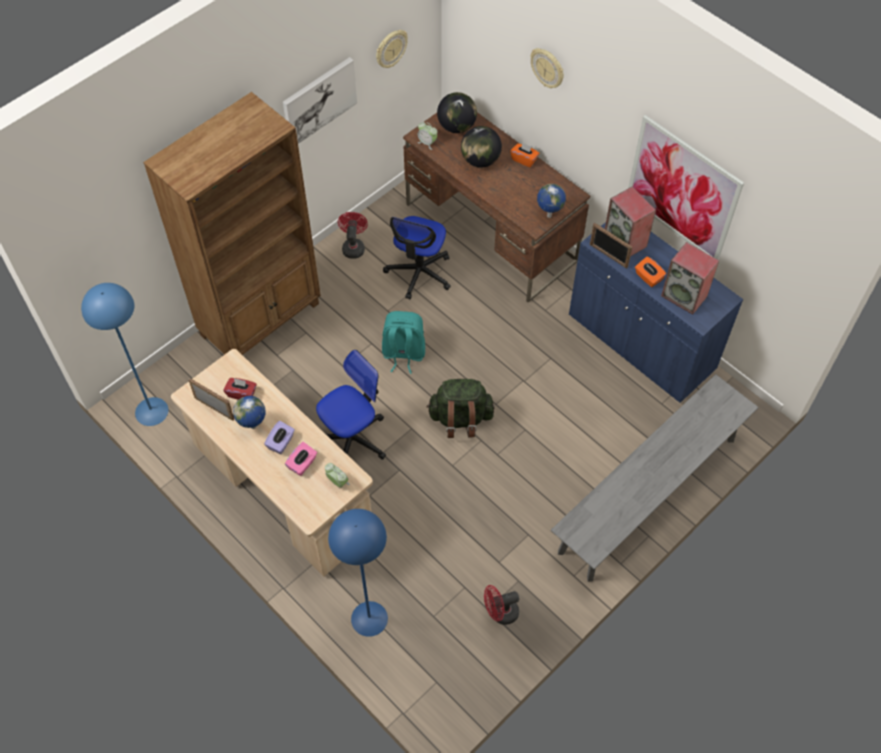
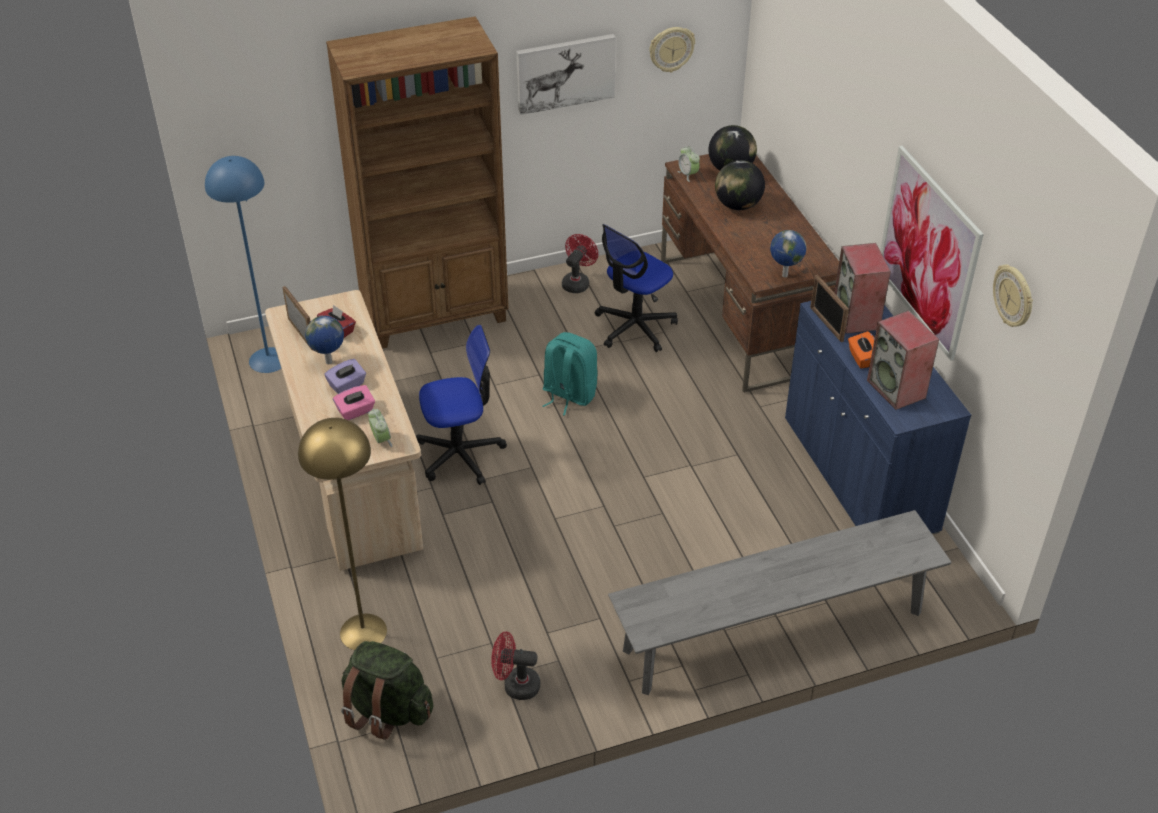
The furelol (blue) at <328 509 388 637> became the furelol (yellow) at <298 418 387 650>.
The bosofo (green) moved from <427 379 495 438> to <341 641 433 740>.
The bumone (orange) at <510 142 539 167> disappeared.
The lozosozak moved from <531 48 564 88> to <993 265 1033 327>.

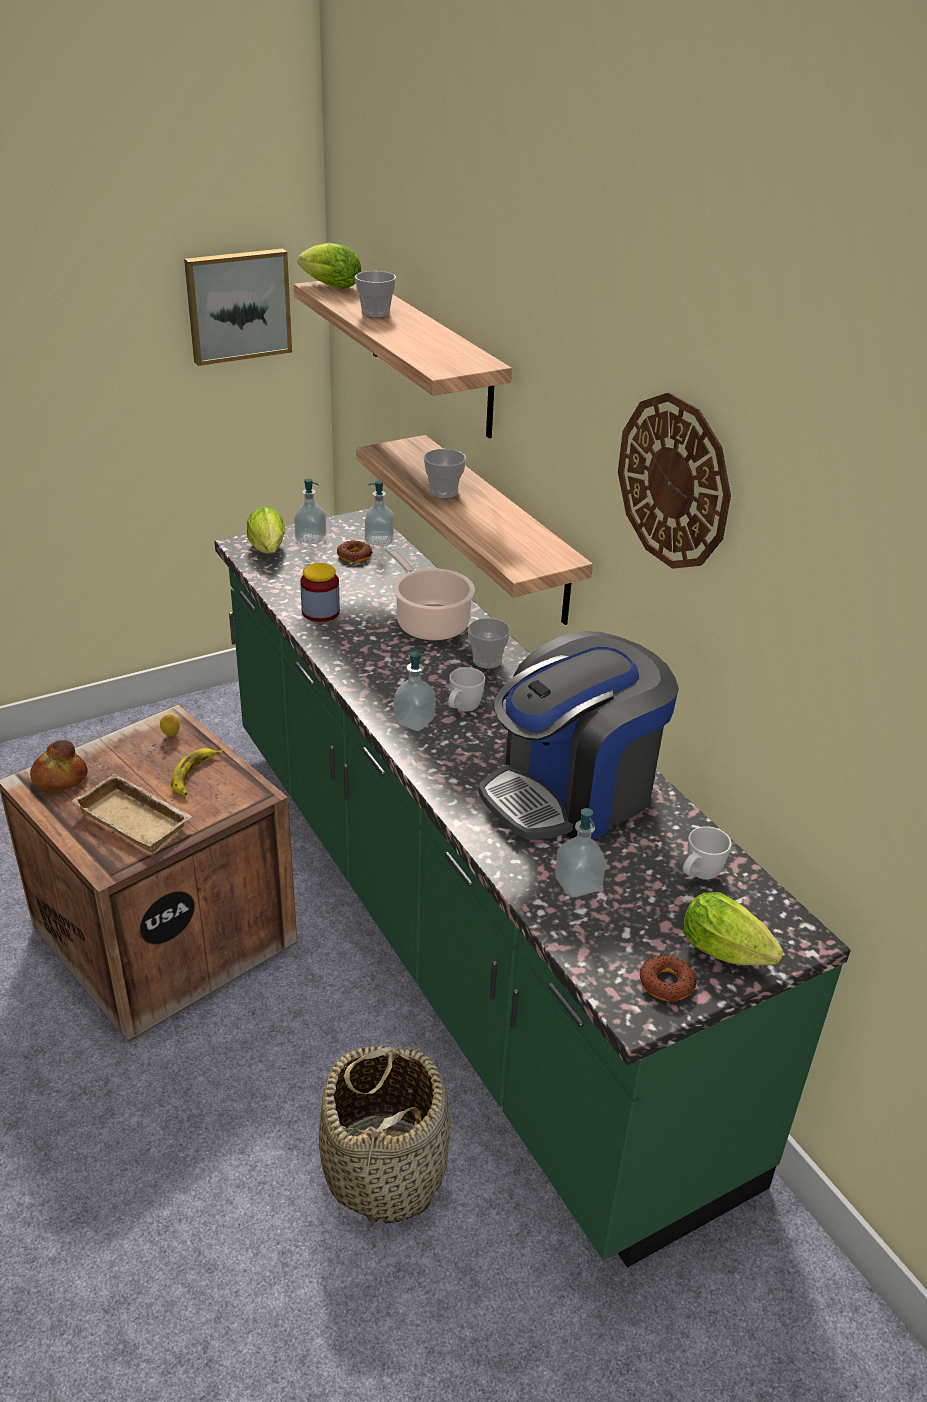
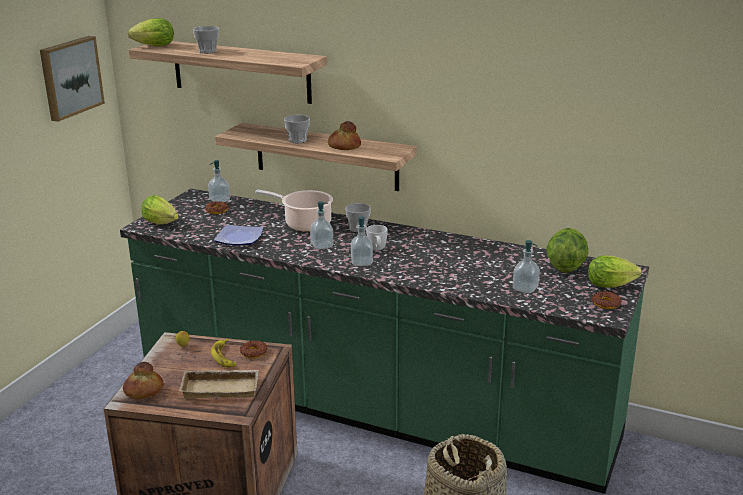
The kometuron moved from <294 478 326 544> to <310 201 333 249>.
The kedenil at <300 563 340 622> was replaced by the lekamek at <214 225 263 245>.
The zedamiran at <479 631 679 840> disappeared.
The lozosozak at <618 392 731 569> disappeared.
The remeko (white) at <683 826 732 880> was replaced by the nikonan at <546 228 589 273>.
The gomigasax at <240 340 267 358> appeared.
The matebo at <328 121 361 150> appeared.

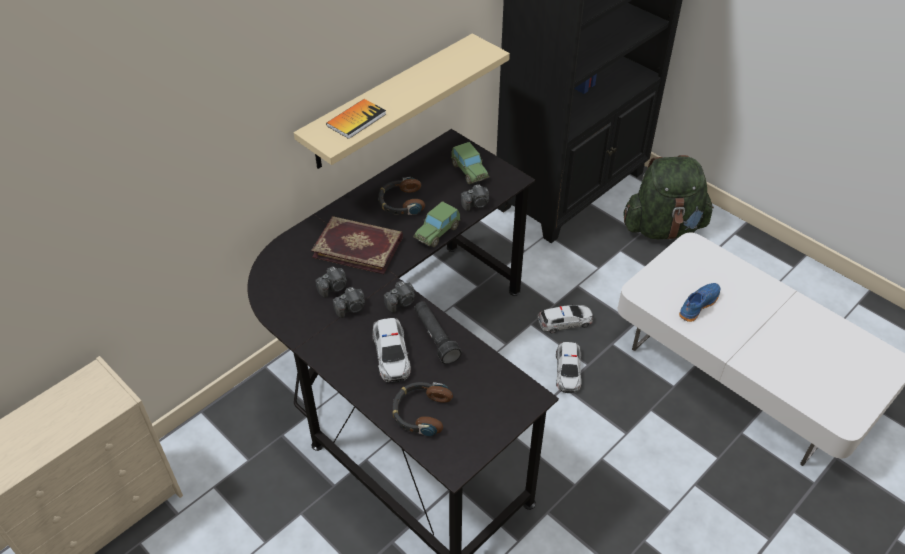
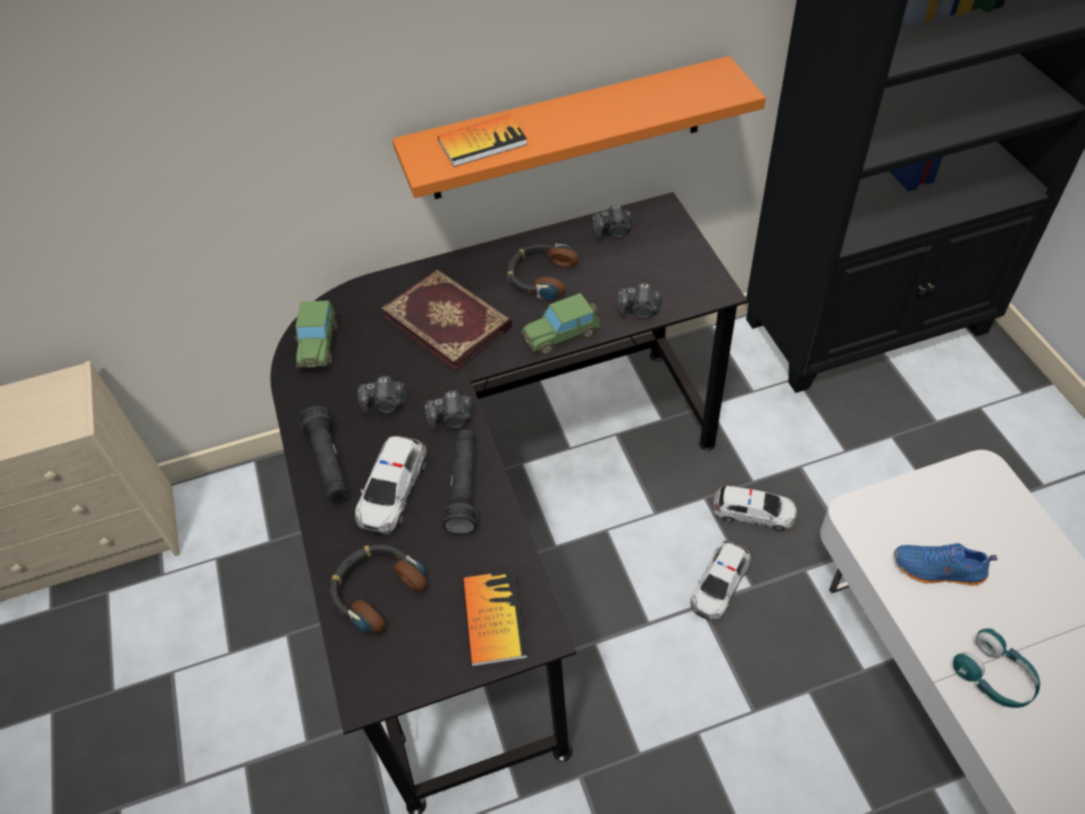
The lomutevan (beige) at <294 34 510 169> became the lomutevan (orange) at <392 56 766 199>.
The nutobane moved from <315 267 347 298> to <592 205 632 241>.
The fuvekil moved from <451 142 490 184> to <294 300 337 368>.
The bosofo (green) at <623 155 714 240> disappeared.
The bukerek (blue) at <679 283 720 322> turned 150 degrees counterclockwise.
The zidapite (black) at <299 406 348 502> appeared.
The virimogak at <462 570 527 667> appeared.
The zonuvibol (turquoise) at <953 628 1040 708> appeared.

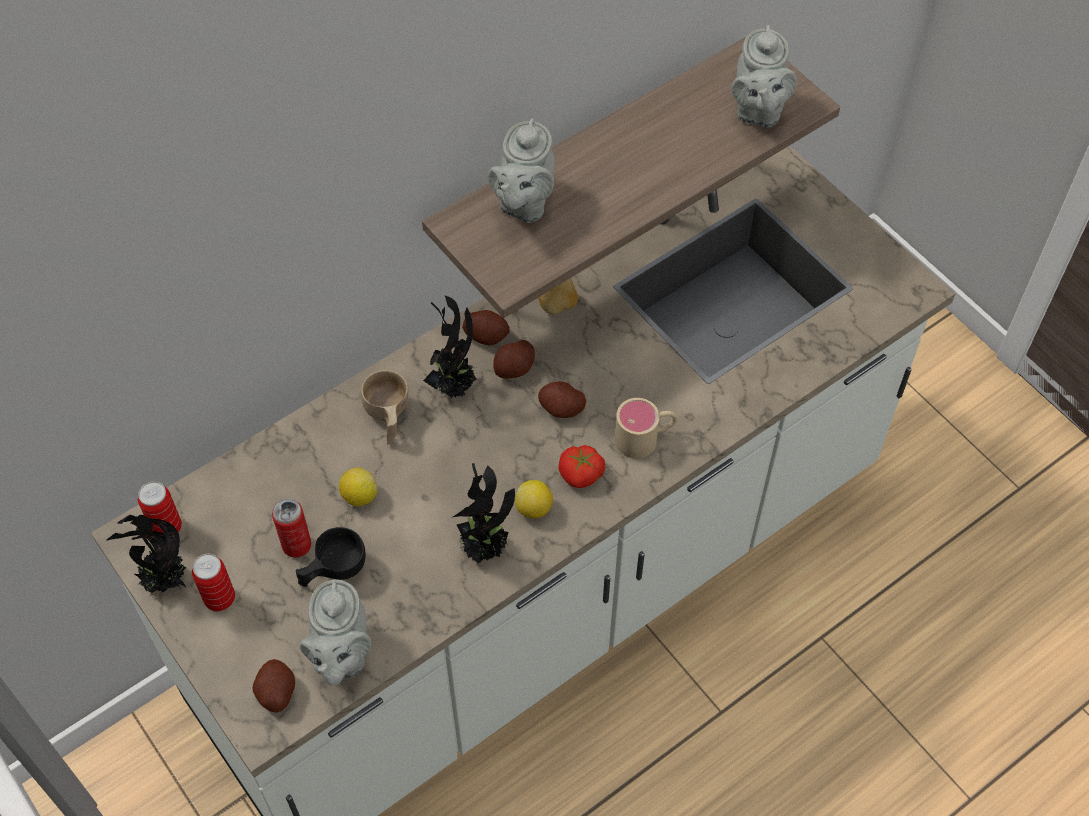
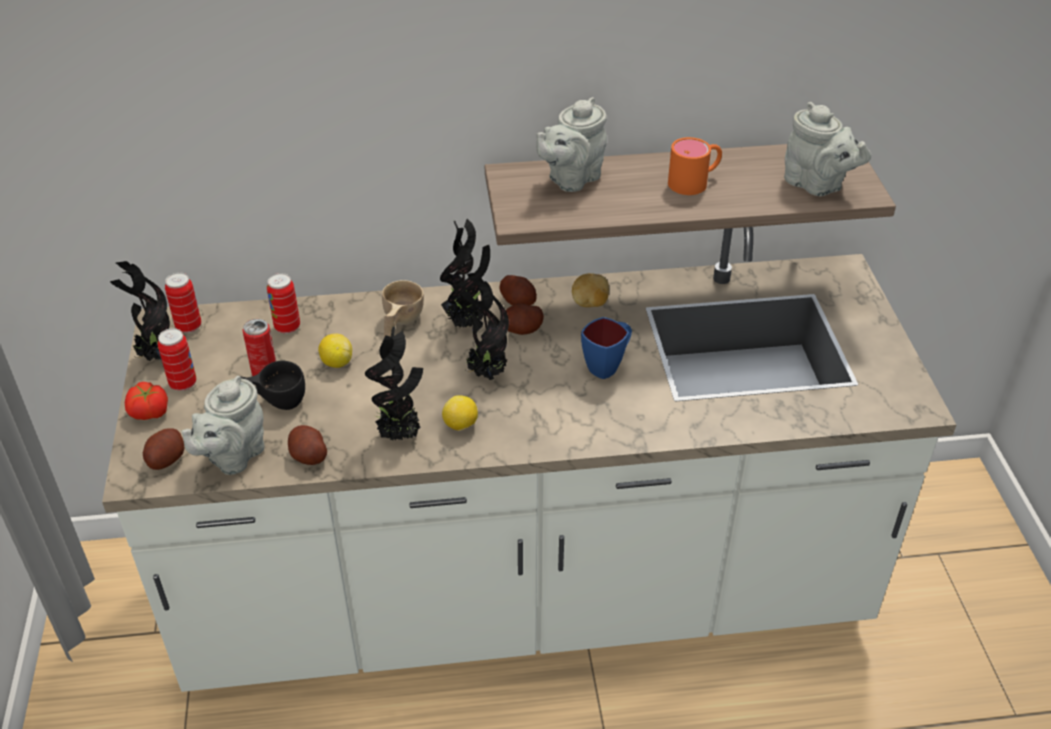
The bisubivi moved from <538 381 586 418> to <288 425 327 465>.
The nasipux moved from <558 445 605 488> to <125 382 168 420>.
The remeko (beige) at <615 398 678 459> disappeared.
The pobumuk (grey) at <731 25 797 127> turned 75 degrees counterclockwise.
The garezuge at <267 273 300 334> appeared.
The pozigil at <460 277 509 380> appeared.
The remeko (blue) at <581 317 632 379> appeared.
The remeko (orange) at <668 137 722 195> appeared.

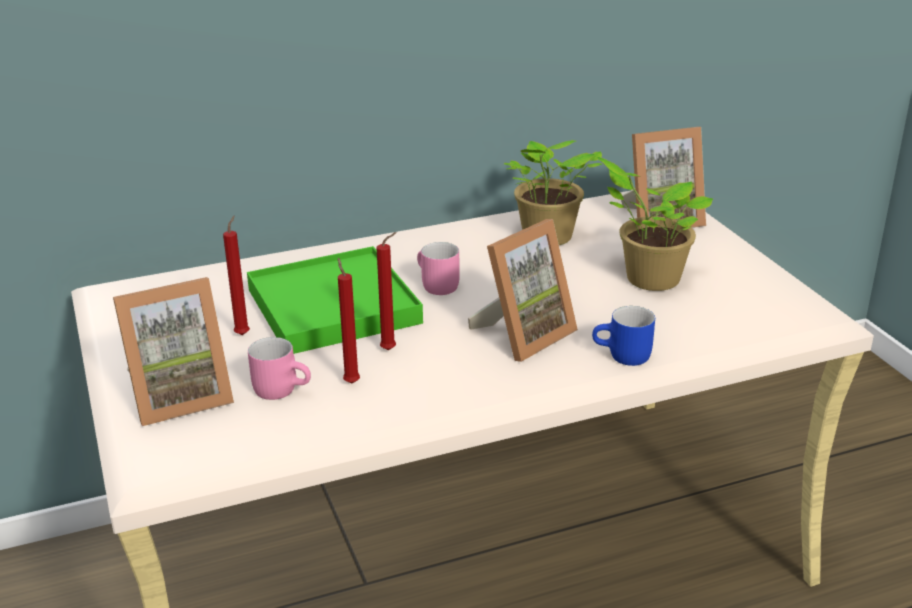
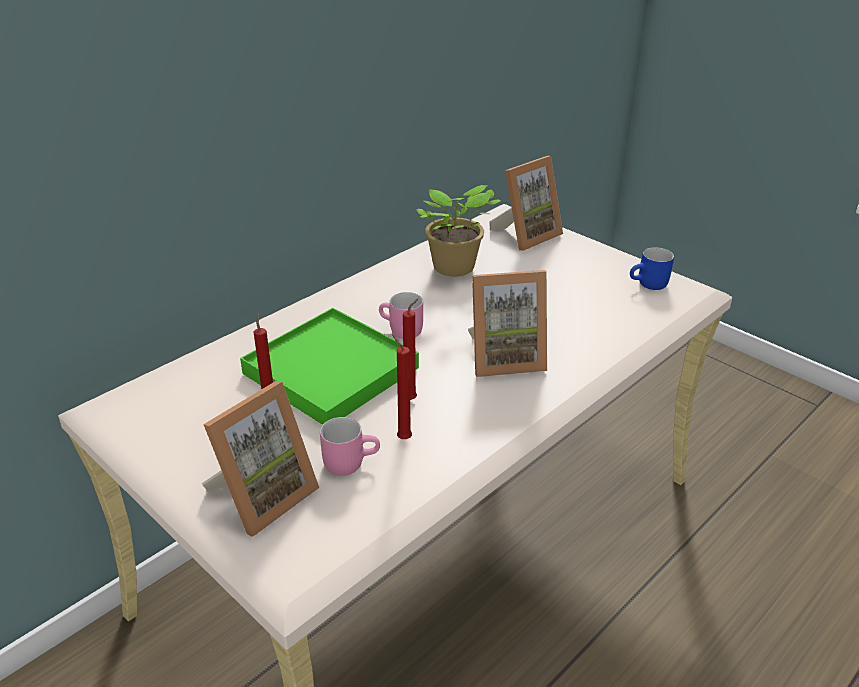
The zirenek at <468 219 578 362> turned 60 degrees clockwise.
The remeko (blue) moved from <592 306 655 366> to <630 247 674 290>.
The pozigil at <597 157 713 291> disappeared.

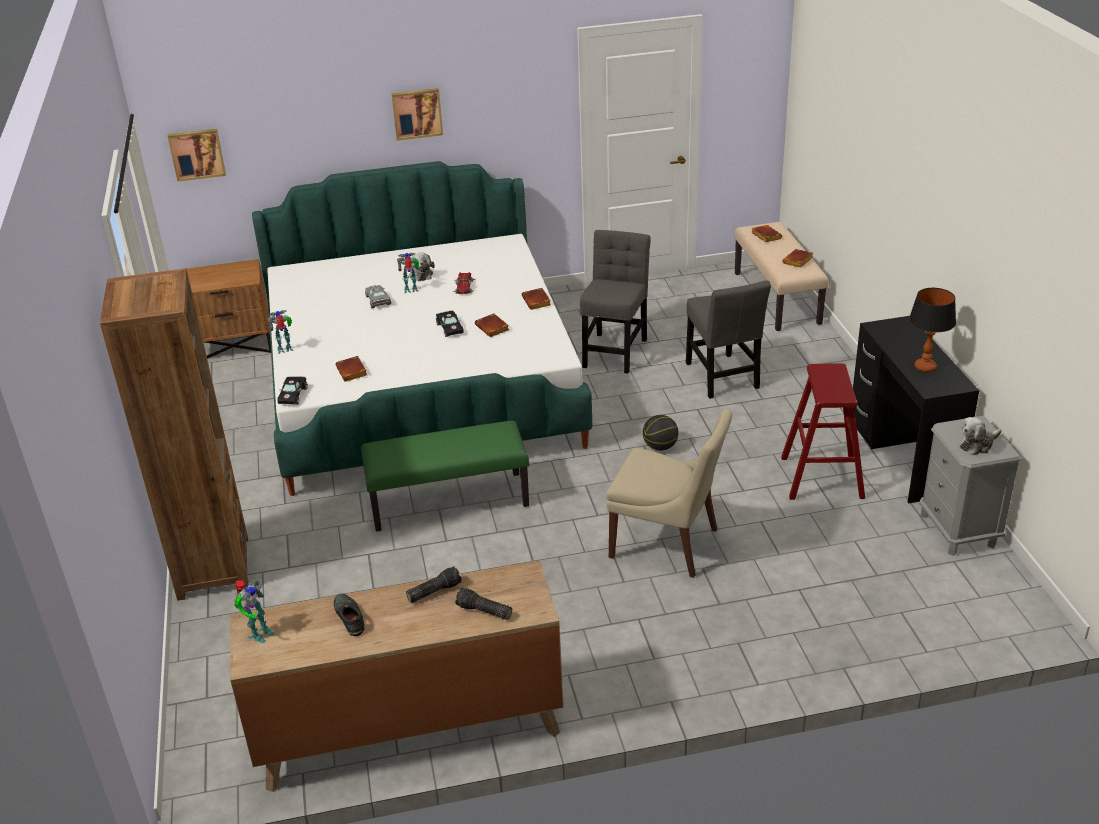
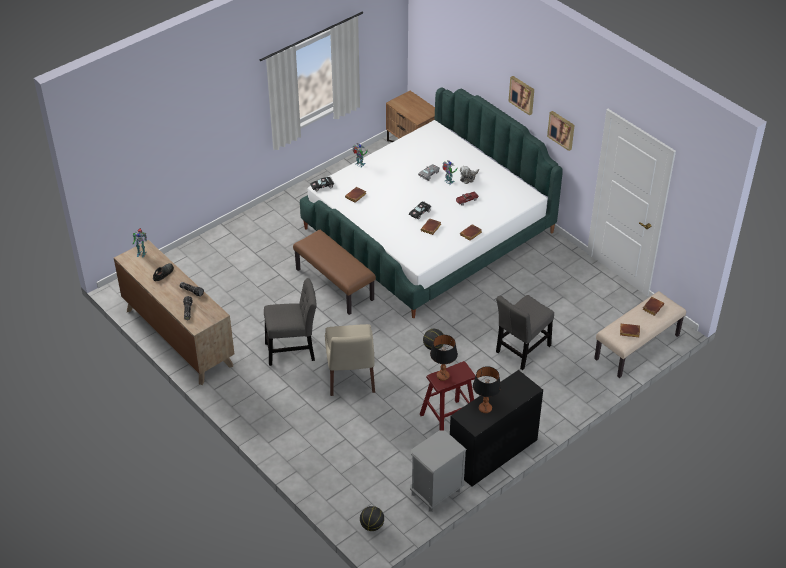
The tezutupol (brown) at <100 268 249 601> disappeared.
The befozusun moved from <167 129 226 182> to <547 111 575 151>.
The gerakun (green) at <361 421 529 532> became the gerakun (brown) at <293 230 376 315>.
The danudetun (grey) moved from <580 230 651 373> to <264 278 317 366>.
The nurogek at <960 417 1002 455> disappeared.
The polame at <360 506 384 531> appeared.
The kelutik at <430 335 458 381> appeared.

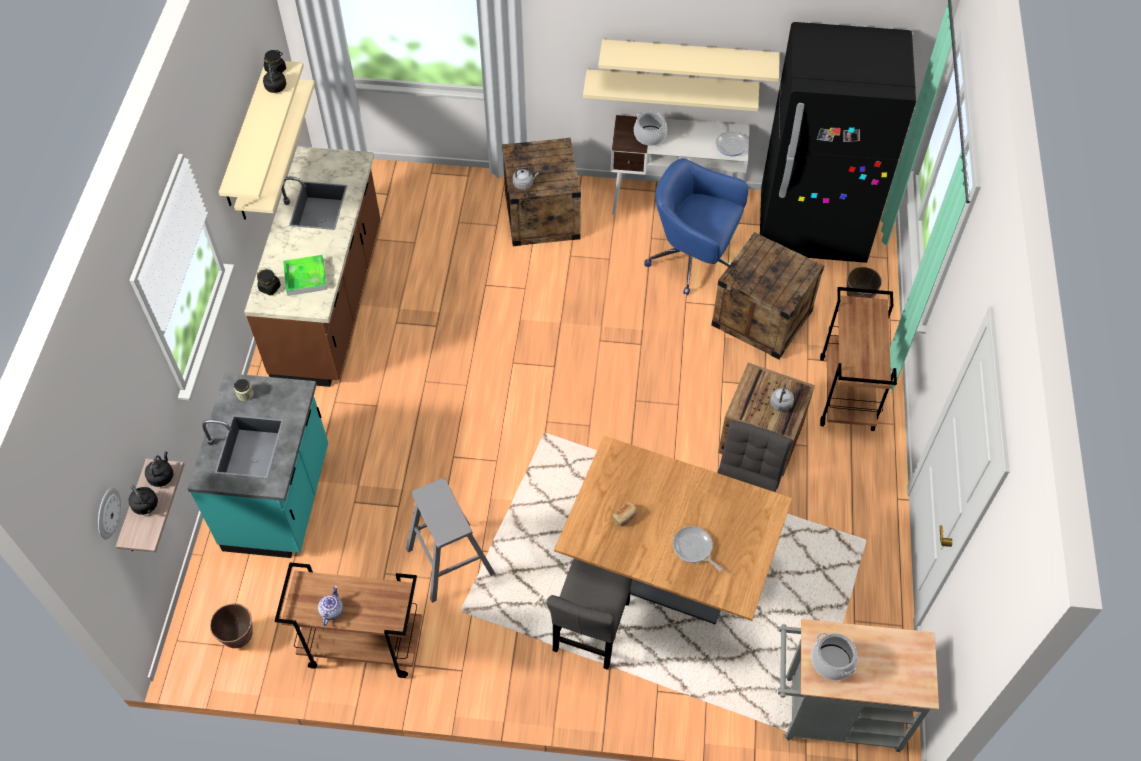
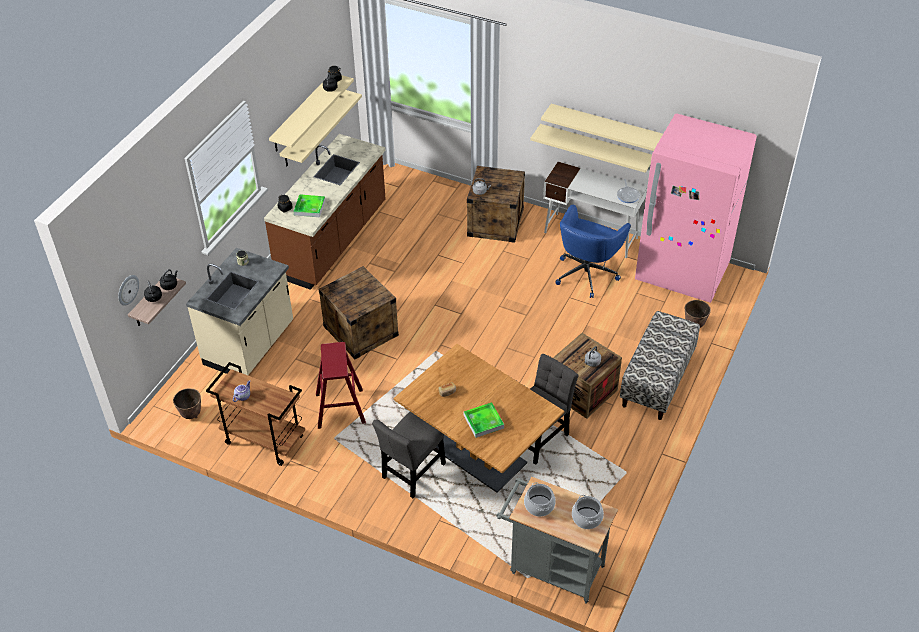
The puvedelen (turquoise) at <188 373 328 558> became the puvedelen (beige) at <186 248 293 375>.
The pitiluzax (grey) at <406 478 495 603> became the pitiluzax (red) at <316 342 366 429>.
The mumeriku moved from <634 111 667 146> to <572 495 604 529>.
The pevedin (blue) at <644 158 748 295> turned 105 degrees counterclockwise.
The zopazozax at <673 526 722 572> was replaced by the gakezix at <464 402 504 438>.
The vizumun moved from <711 232 825 359> to <319 266 399 359>.
The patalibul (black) at <760 22 916 263> became the patalibul (pink) at <635 114 757 303>.
The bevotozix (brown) at <820 287 897 431> was replaced by the gerakun at <620 311 700 420>.

